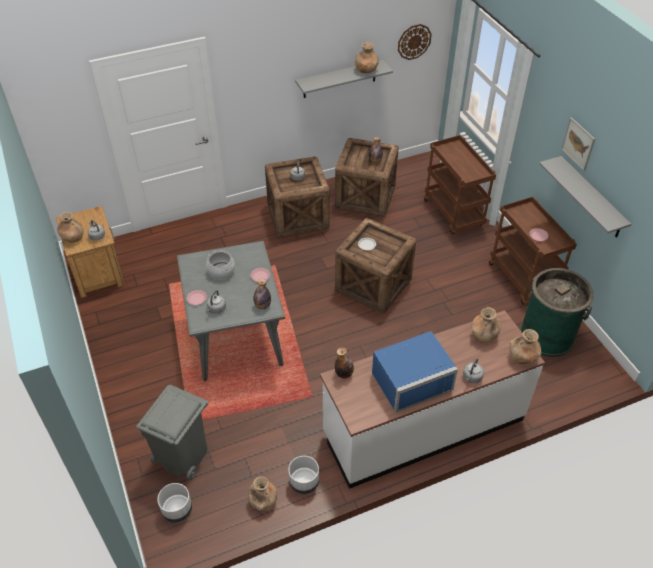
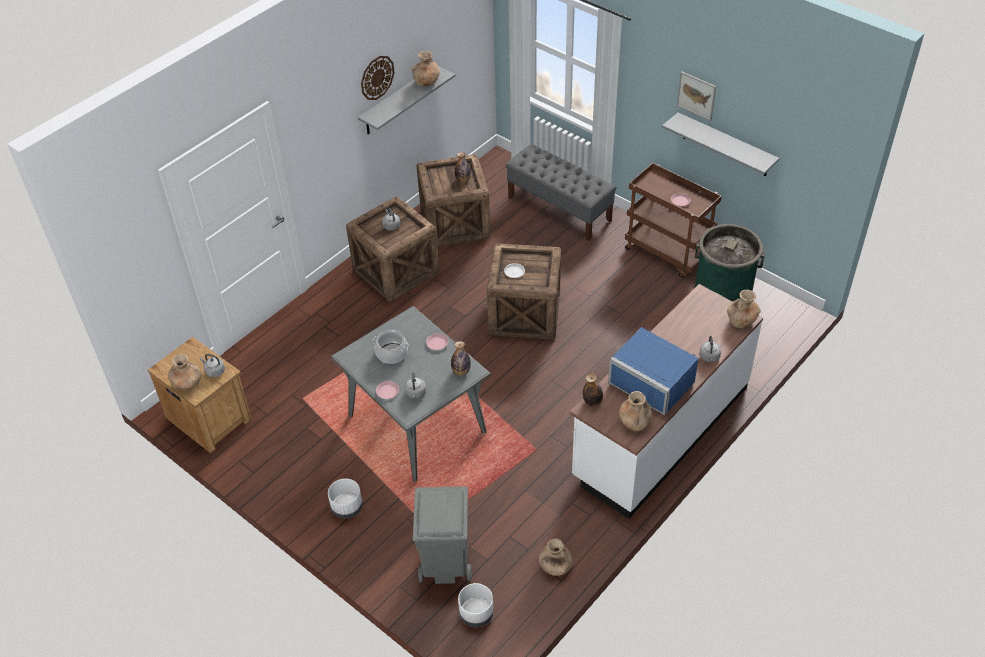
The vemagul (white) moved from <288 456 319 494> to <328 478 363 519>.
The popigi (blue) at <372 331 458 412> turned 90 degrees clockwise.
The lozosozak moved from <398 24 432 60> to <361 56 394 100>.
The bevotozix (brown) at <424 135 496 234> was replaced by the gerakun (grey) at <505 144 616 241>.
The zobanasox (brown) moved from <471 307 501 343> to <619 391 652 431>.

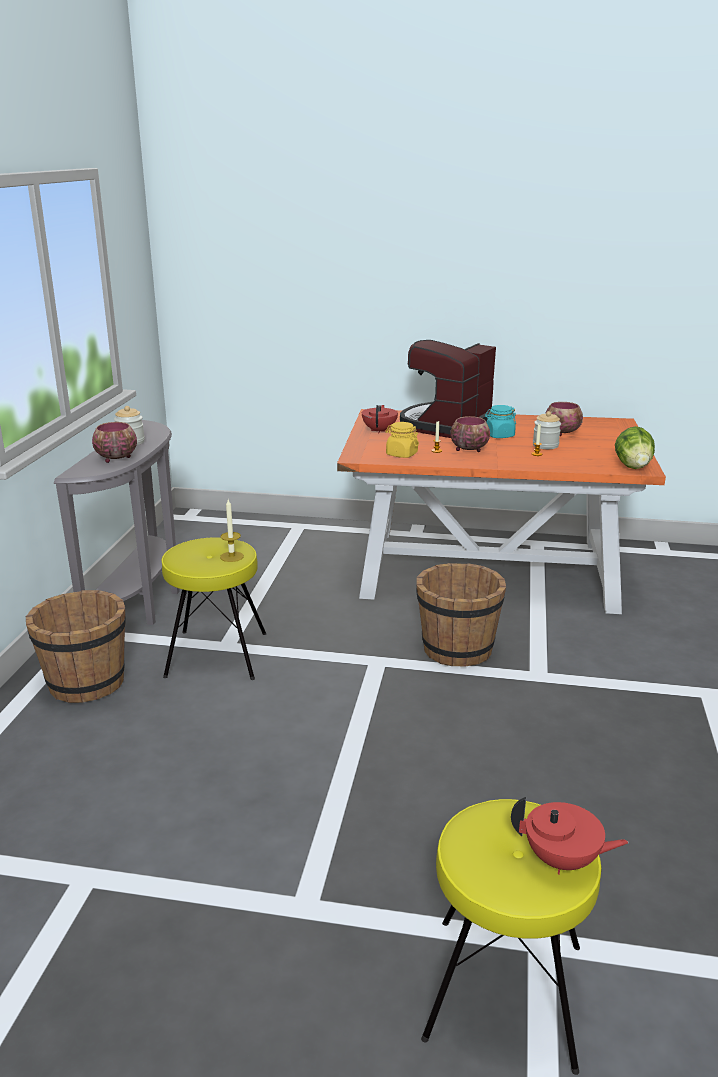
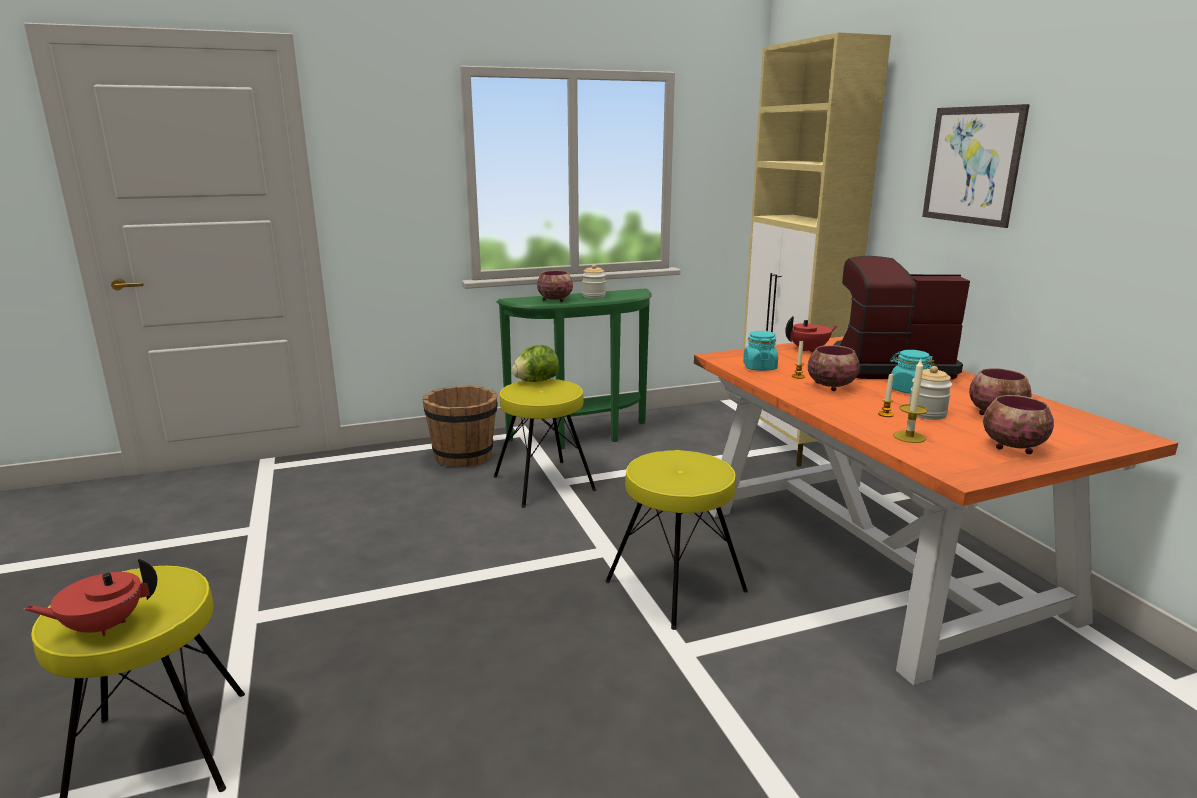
The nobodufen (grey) at <54 420 180 625> became the nobodufen (green) at <496 288 652 450>.
The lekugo moved from <220 499 244 562> to <893 359 928 443>.
The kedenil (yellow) at <385 422 419 458> became the kedenil (turquoise) at <743 331 778 371>.
The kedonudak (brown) at <416 563 506 667> was replaced by the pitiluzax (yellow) at <605 450 748 630>.
The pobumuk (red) at <511 797 629 874> turned 75 degrees clockwise.
The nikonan moved from <615 426 655 469> to <512 345 559 382>.
The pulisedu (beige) at <743 33 891 467> appeared.
The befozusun at <922 104 1030 228> appeared.
The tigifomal at <983 395 1054 454> appeared.

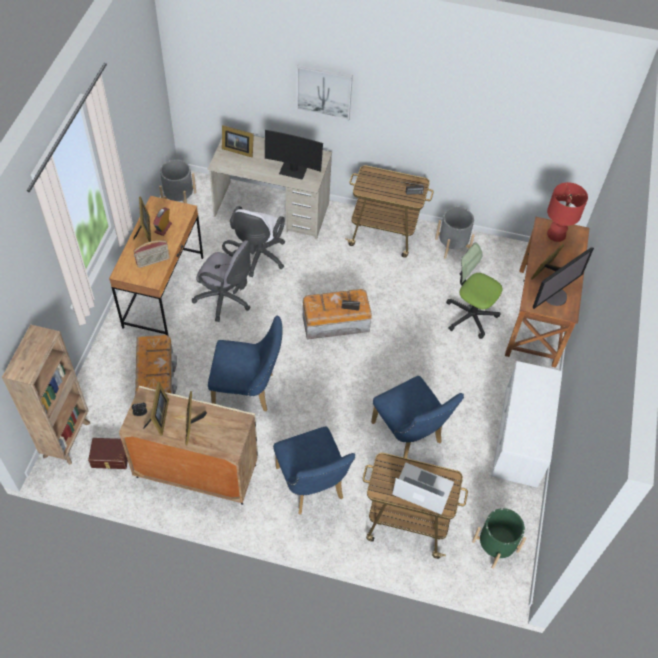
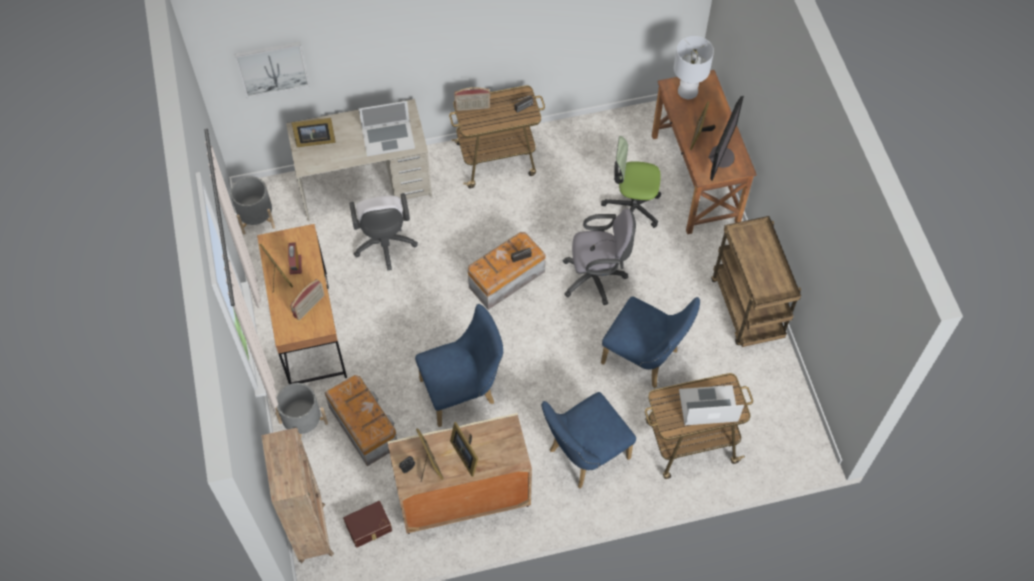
The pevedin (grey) moved from <192 240 251 322> to <563 209 636 305>.
The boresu at <265 130 323 180> was replaced by the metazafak at <359 101 415 156>.
The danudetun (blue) at <273 426 355 514> turned 105 degrees clockwise.
The befozusun moved from <297 65 353 121> to <235 42 310 98>.
The vemagul (grey) moved from <435 207 475 259> to <275 383 328 441>.
The vemagul (green) at <472 508 526 569> disappeared.
The gerakun (white) at <491 361 562 488> was replaced by the bevotozix (brown) at <711 216 801 347>.
The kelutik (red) at <547 182 588 242> became the kelutik (white) at <674 36 714 99>.
The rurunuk at <454 87 490 111> appeared.

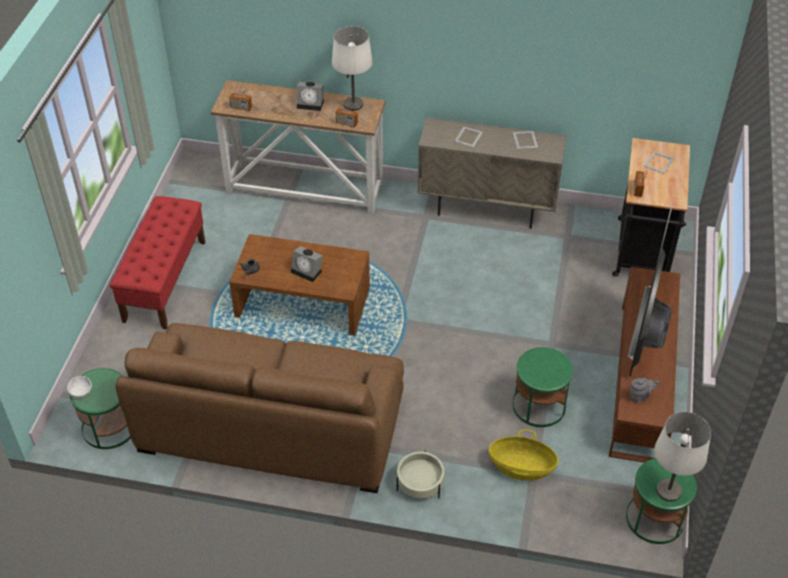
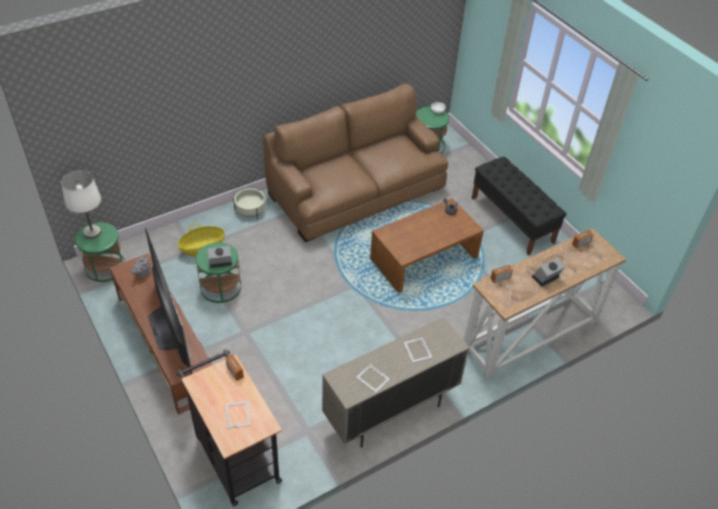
The gerakun (red) at <110 196 206 329> became the gerakun (black) at <471 156 567 256>.
The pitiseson moved from <291 246 323 282> to <208 246 232 268>.
The kelutik (white) at <332 26 373 111> disappeared.

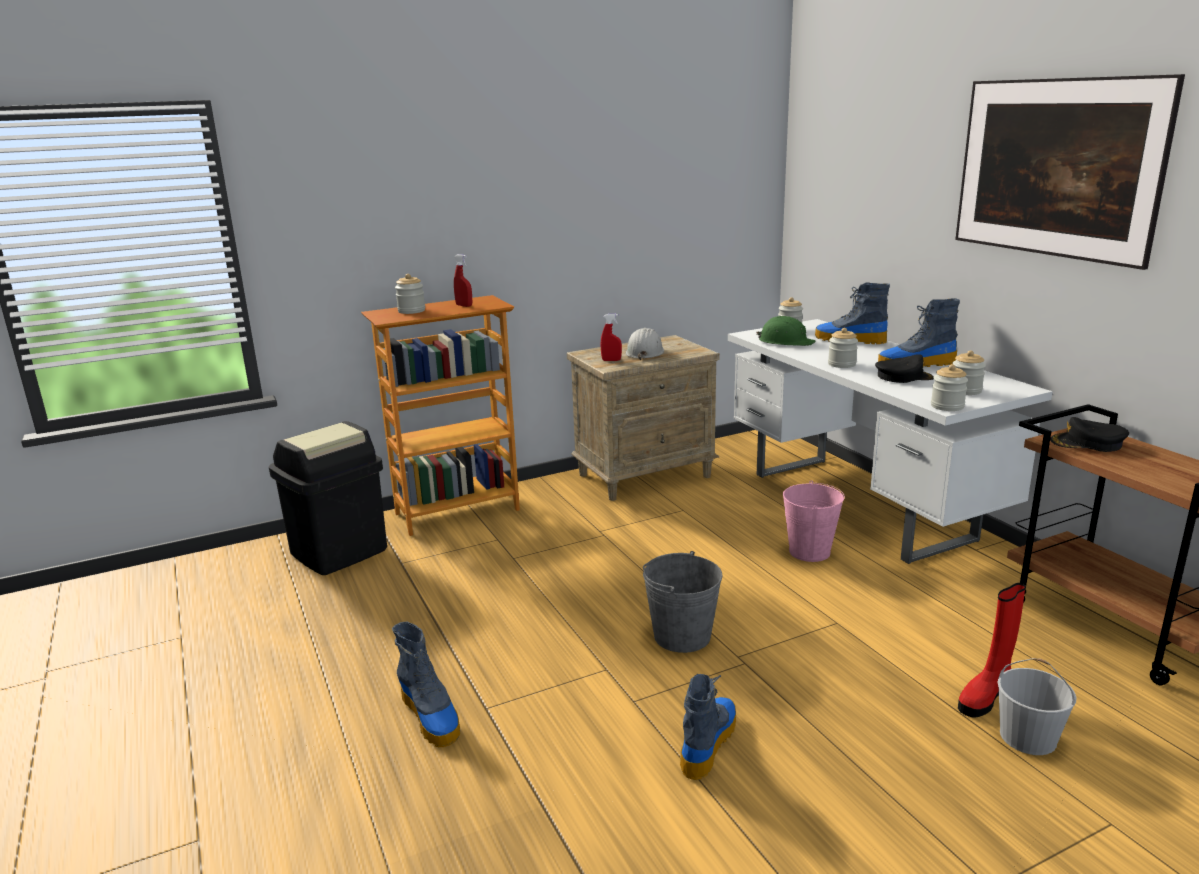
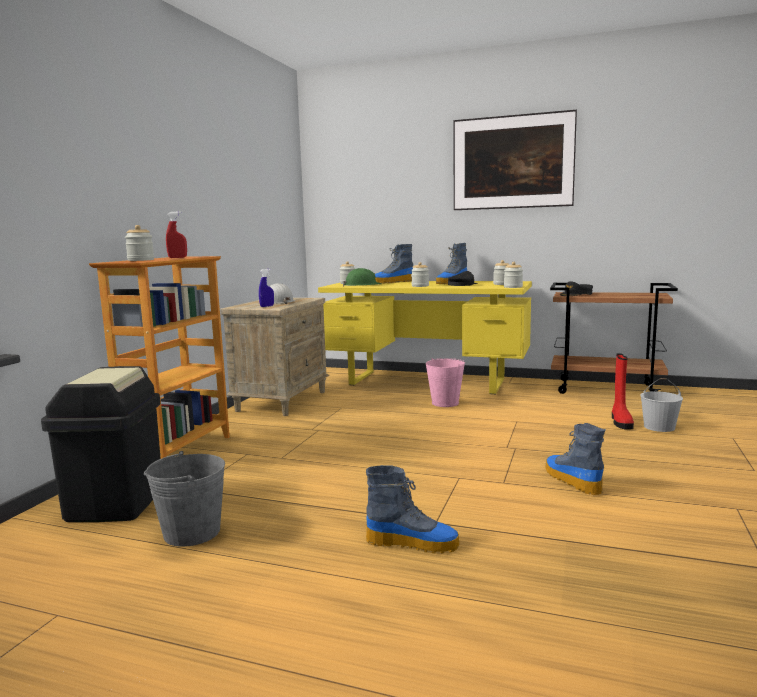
The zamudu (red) at <601 314 622 361> became the zamudu (blue) at <259 269 274 307>.
The kedonudak (grey) moved from <643 551 723 653> to <144 451 225 547>.
The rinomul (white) at <728 319 1053 564> became the rinomul (yellow) at <318 281 532 394>.

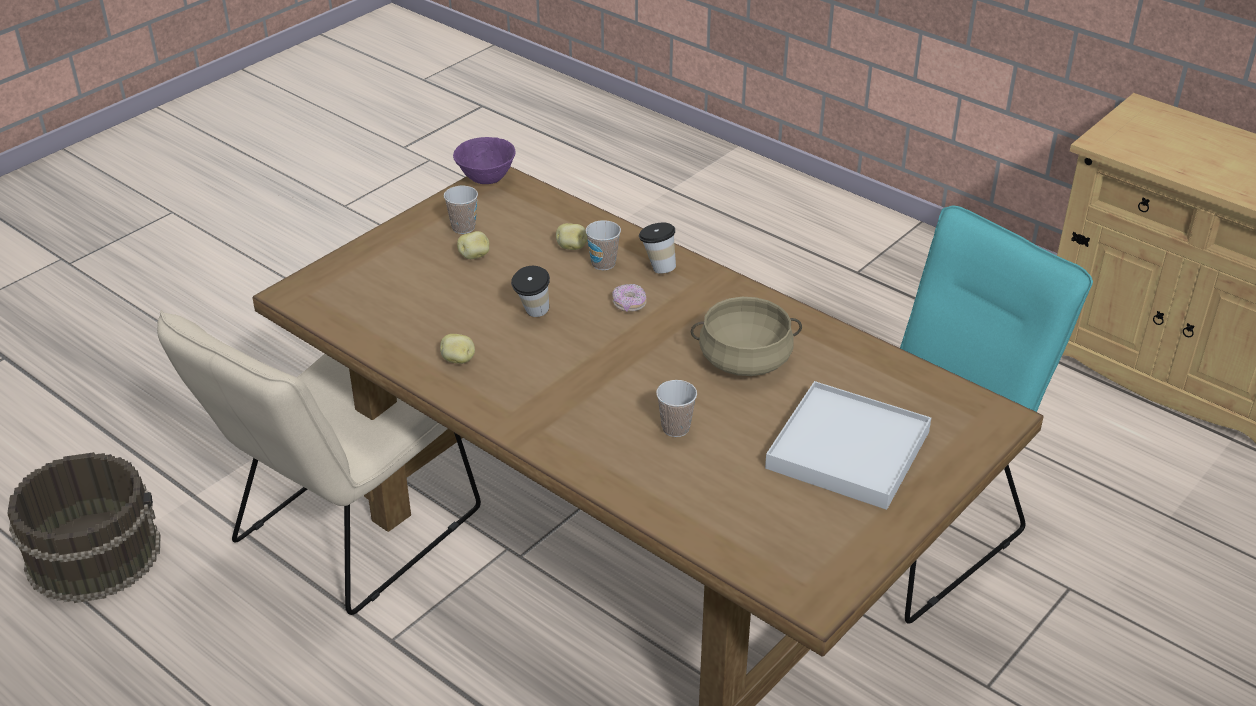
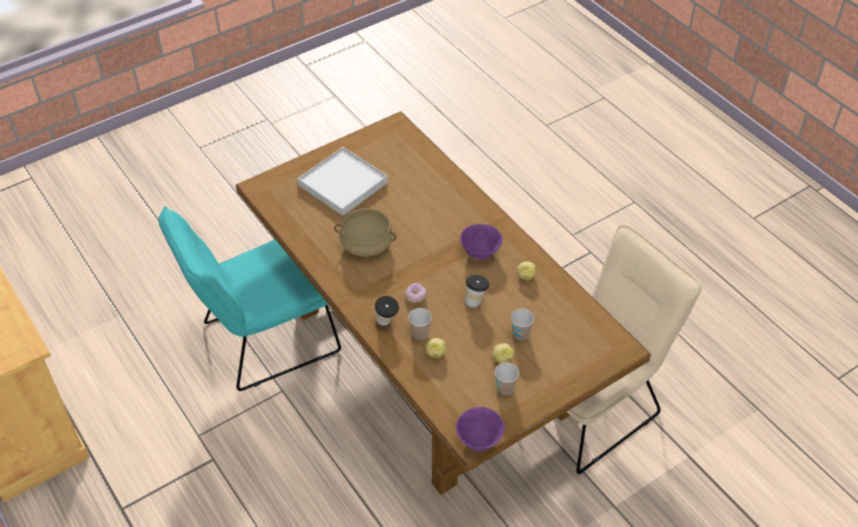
The kedonudak (brown) at <7 452 161 603> disappeared.
The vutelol moved from <656 380 697 437> to <511 309 535 340>.
The tigifomal (purple) at <460 224 503 259> appeared.

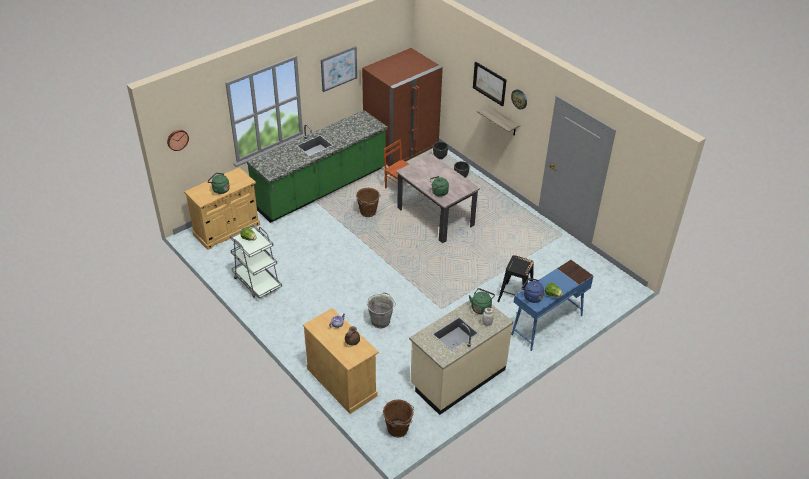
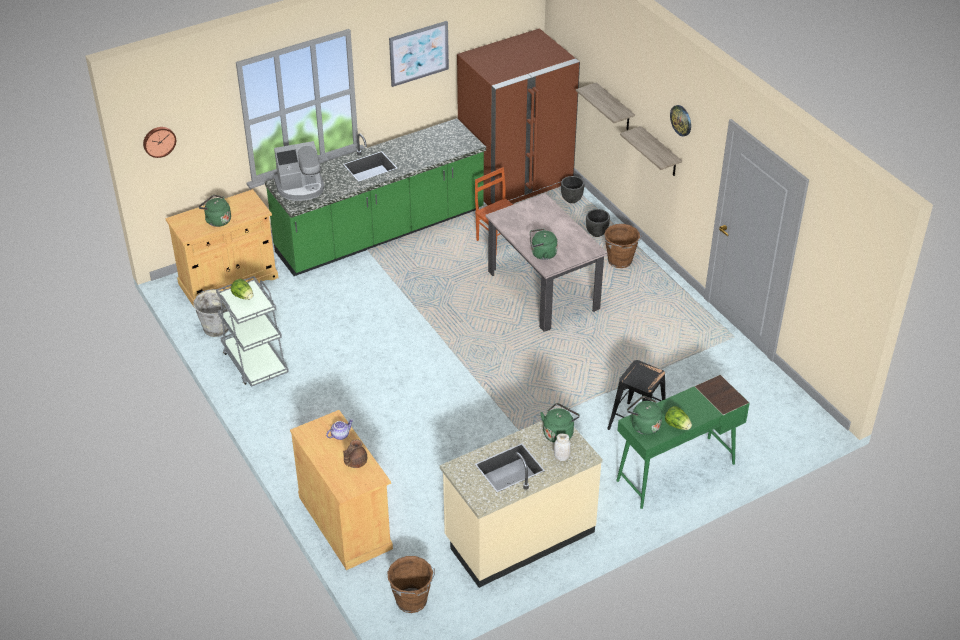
The kedonudak (brown) moved from <356 188 381 217> to <604 224 642 268>.
The kedonudak (grey) moved from <367 293 396 328> to <193 288 228 337>.
The befozusun at <473 62 506 106> disappeared.
The rinomul (blue) at <511 260 594 351> became the rinomul (green) at <616 375 750 509>.
The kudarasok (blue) at <522 278 544 303> became the kudarasok (green) at <627 396 662 435>.
The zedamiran at <274 141 324 201> appeared.
The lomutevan at <576 82 635 130> appeared.

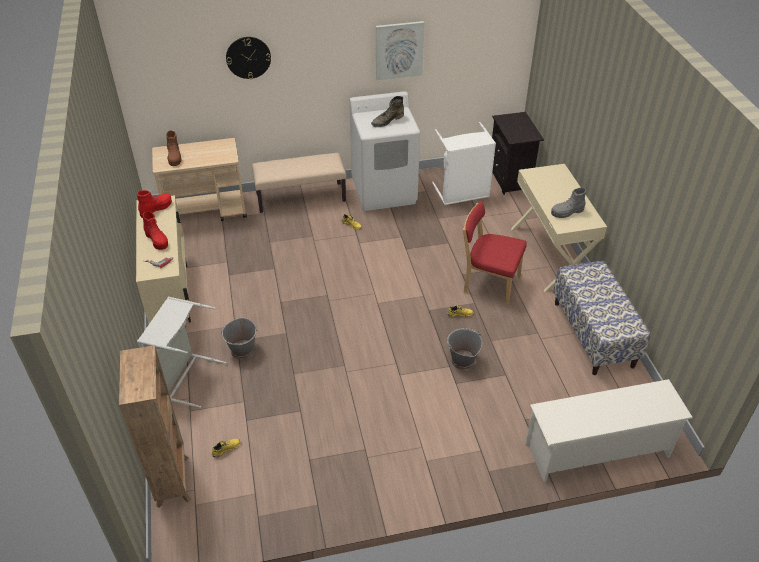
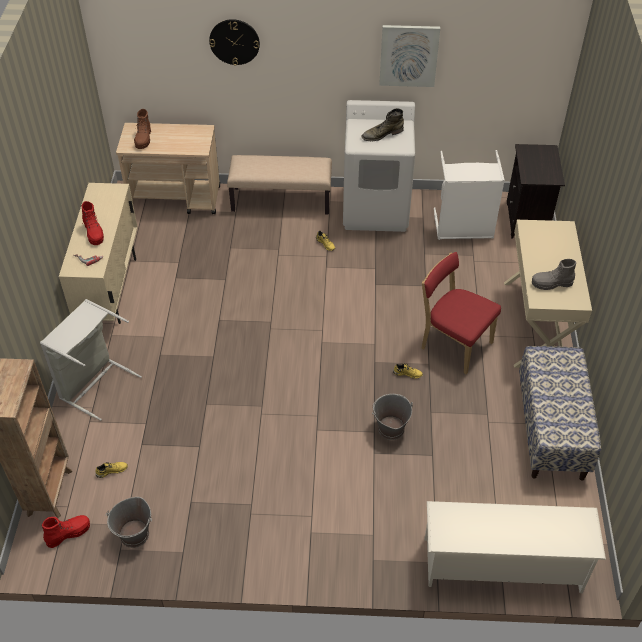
The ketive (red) moved from <137 190 172 218> to <42 515 90 548>.
The kedonudak (grey) moved from <220 318 258 359> to <105 497 152 548>.

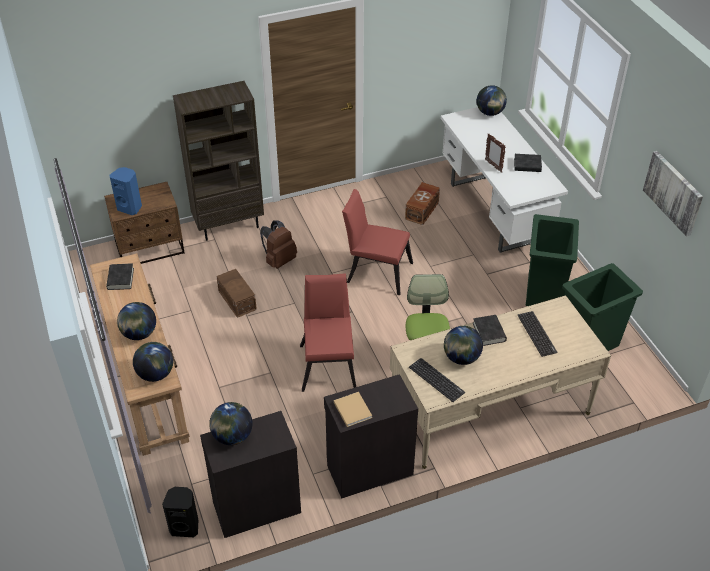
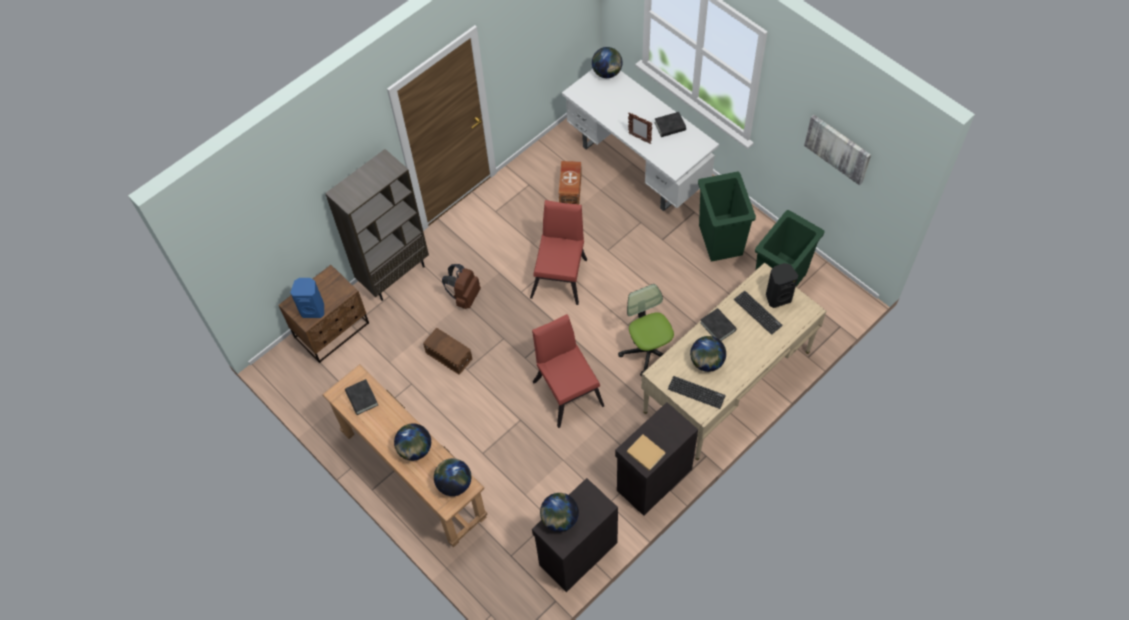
The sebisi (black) moved from <162 487 198 537> to <766 263 798 308>.
The danudetun (red) at <342 189 413 295> turned 105 degrees clockwise.

